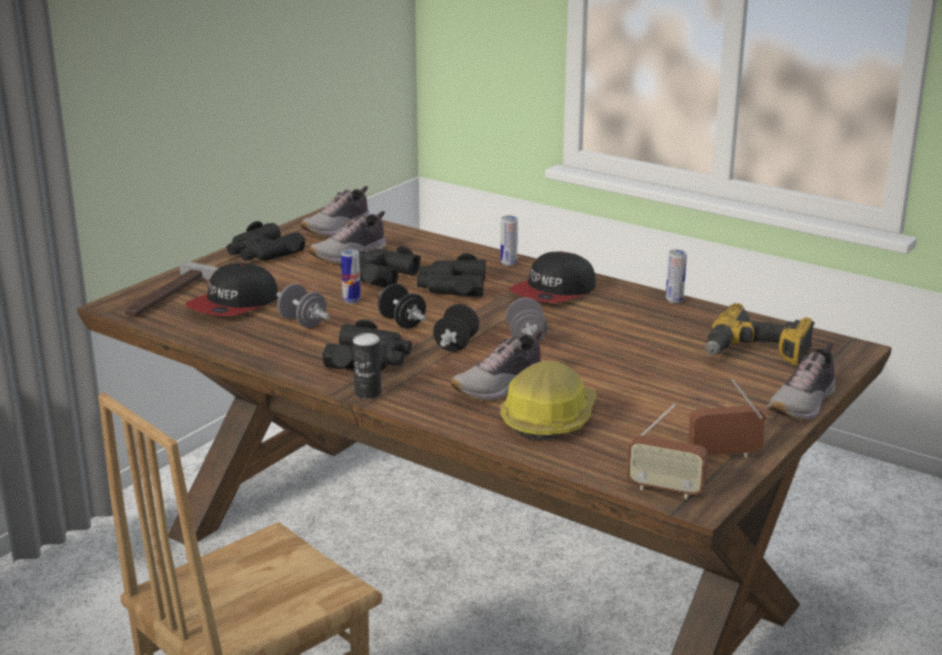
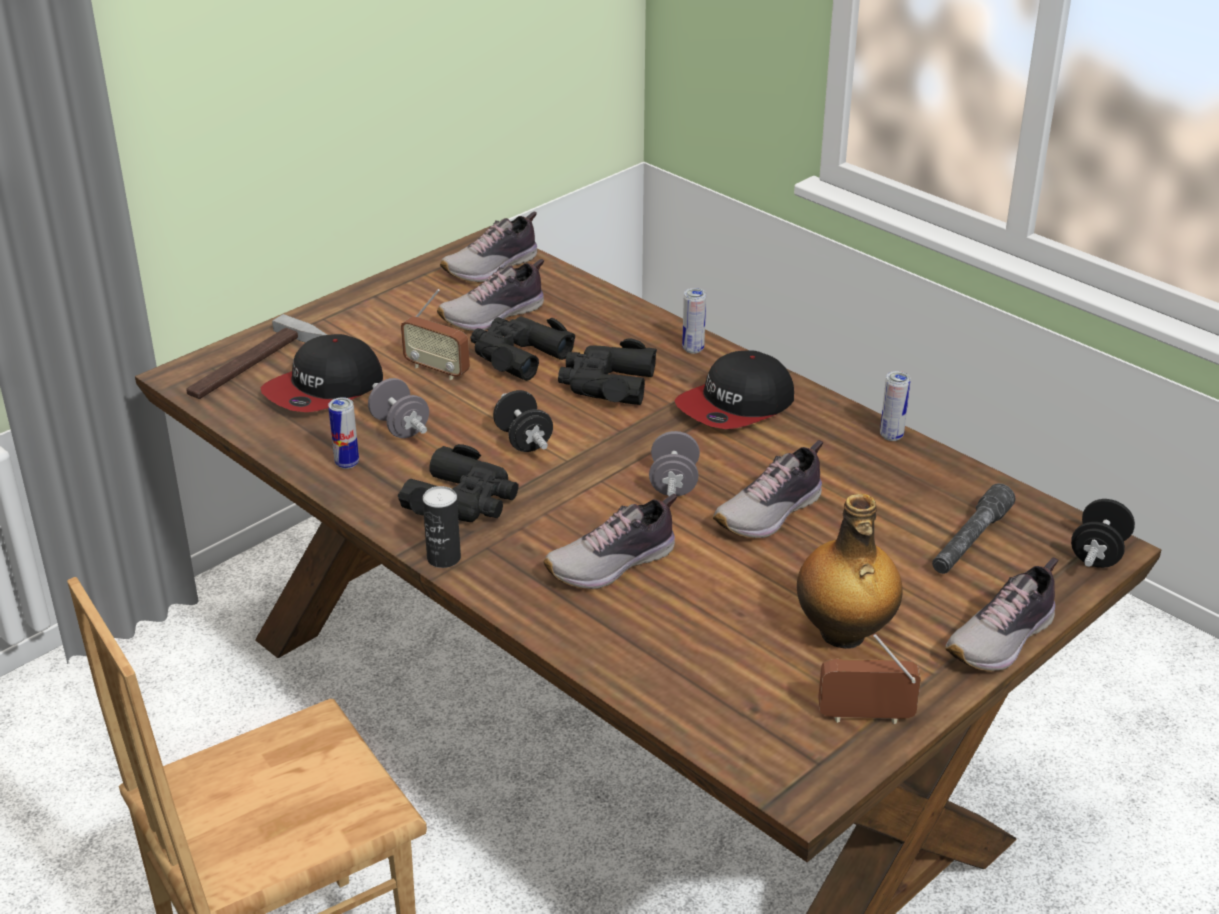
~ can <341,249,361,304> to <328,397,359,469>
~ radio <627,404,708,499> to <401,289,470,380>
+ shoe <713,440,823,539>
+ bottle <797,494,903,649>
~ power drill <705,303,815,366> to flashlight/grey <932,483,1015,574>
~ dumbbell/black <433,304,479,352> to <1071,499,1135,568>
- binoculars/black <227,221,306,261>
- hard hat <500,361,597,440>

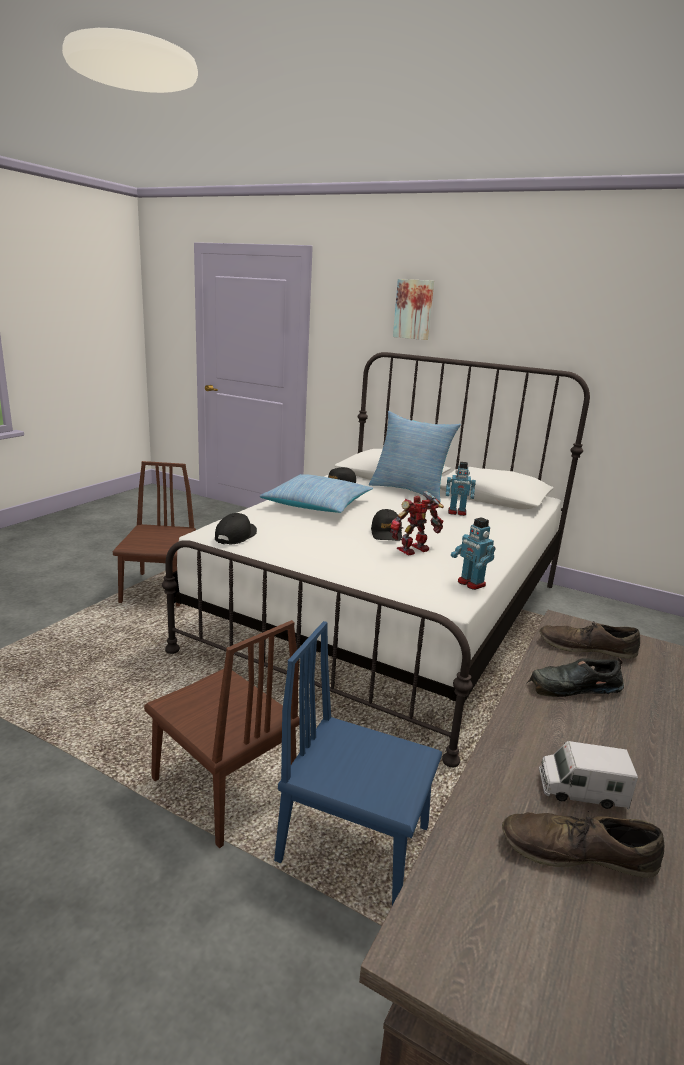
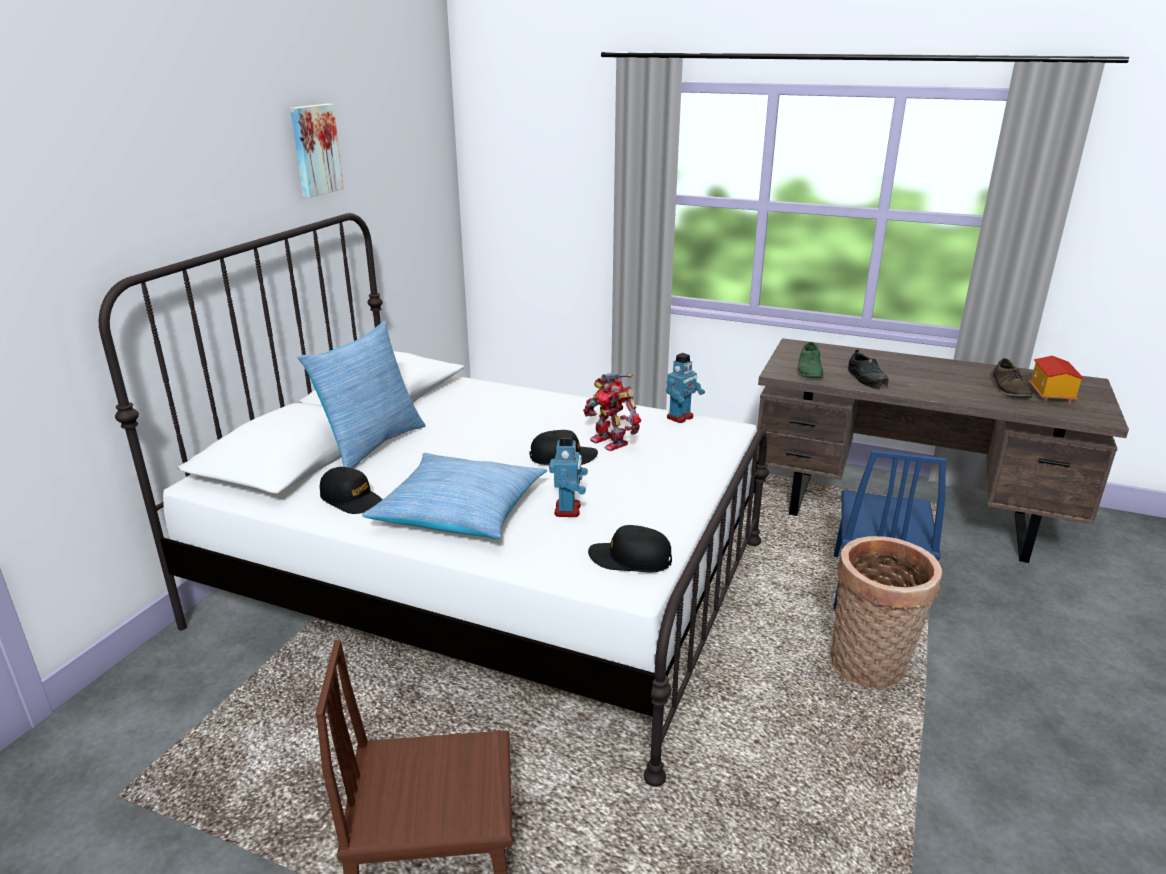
~ picture <393,279,434,340> to <290,104,344,198>
~ toy robot <446,462,476,516> to <549,433,588,517>
~ shoe/brown <539,622,640,659> to shoe/green <798,342,824,378>
~ chair/brown <144,620,300,848> to basket <830,536,943,689>
+ toy house <1029,356,1084,403>
- toy truck <539,741,638,810>

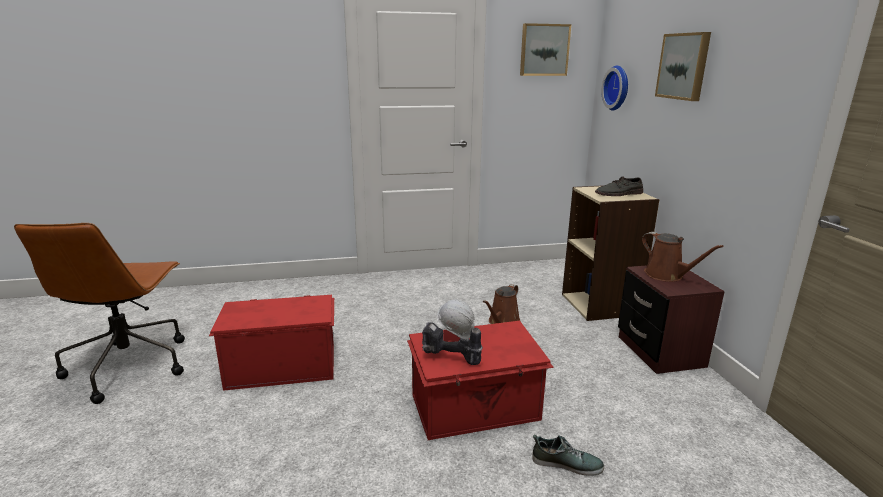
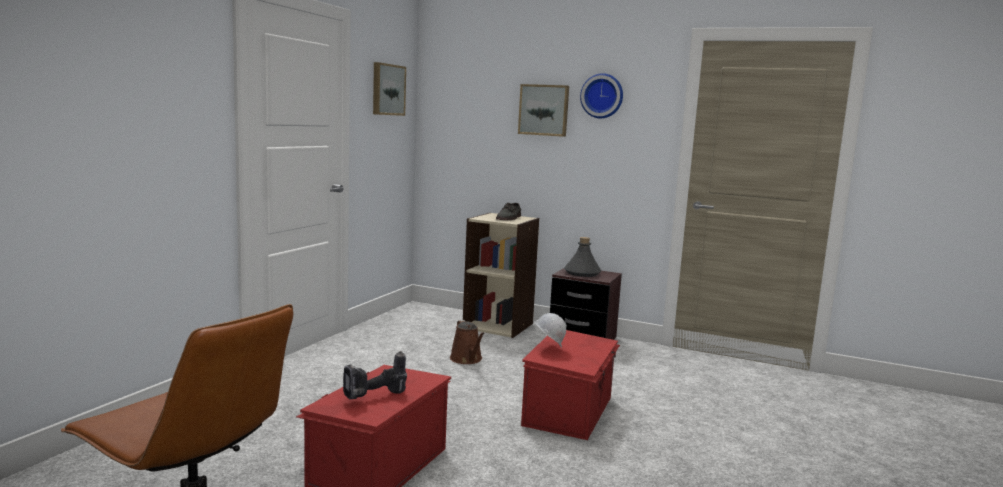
~ power drill <422,322,483,365> to <343,351,407,399>
~ watering can/brown <642,232,724,282> to bottle/grey <564,237,601,277>
~ wall clock <601,65,628,110> to <580,73,623,118>
- shoe <532,435,604,476>

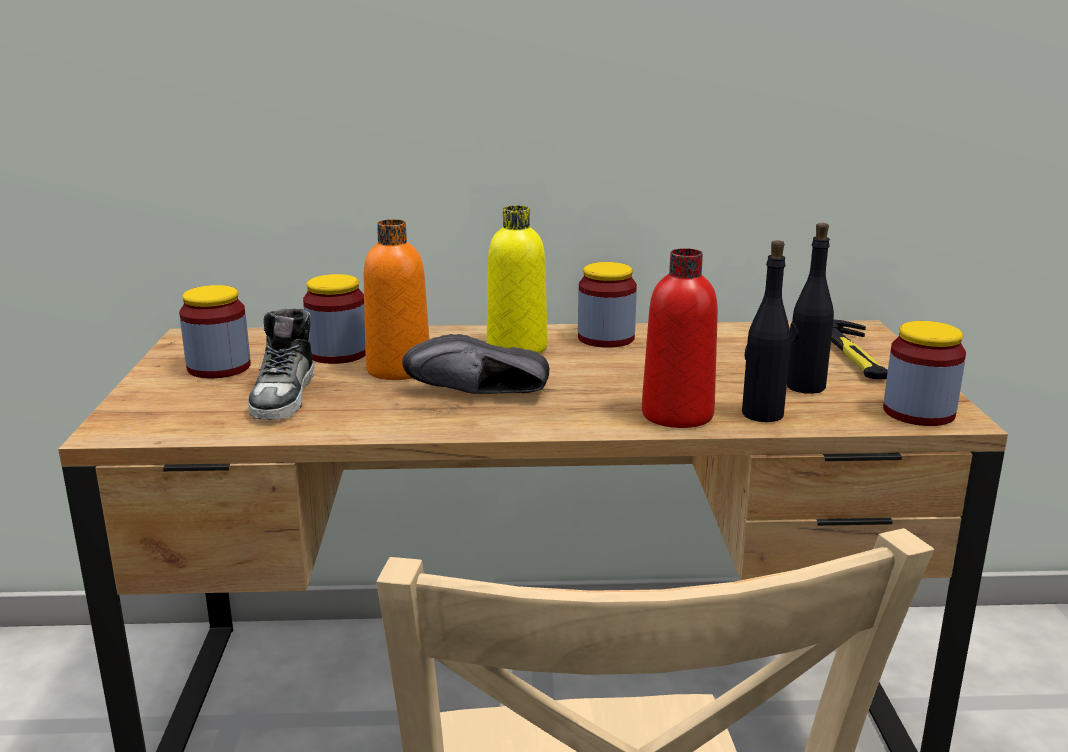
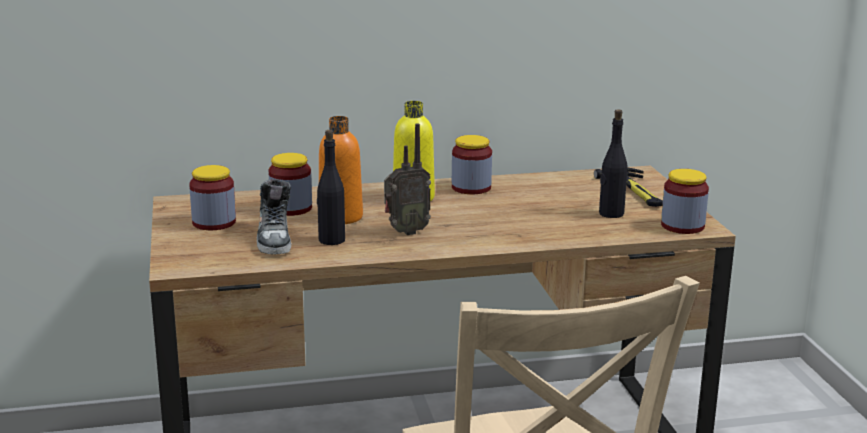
~ bottle/black <742,240,791,422> to <317,130,345,245>
~ shoe/black <402,334,549,394> to radio <384,123,431,235>
- bottle/red <642,248,718,428>

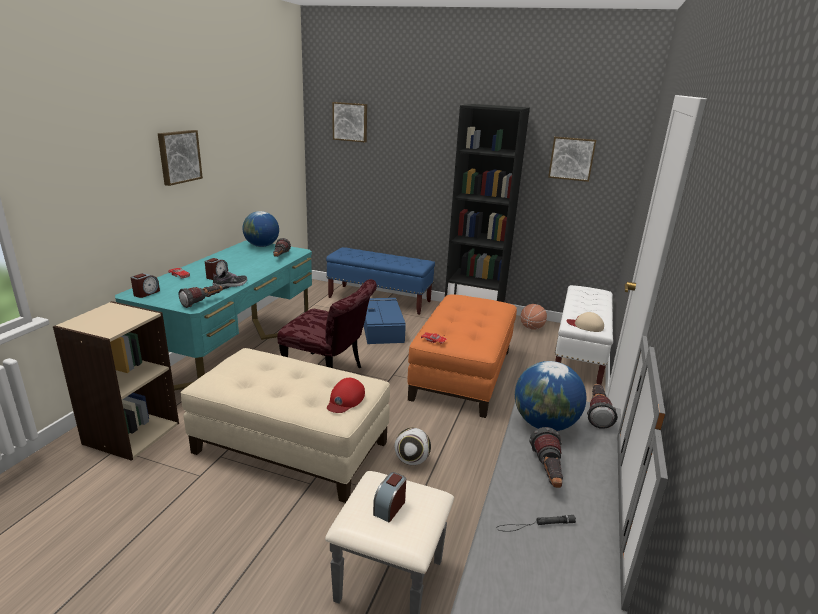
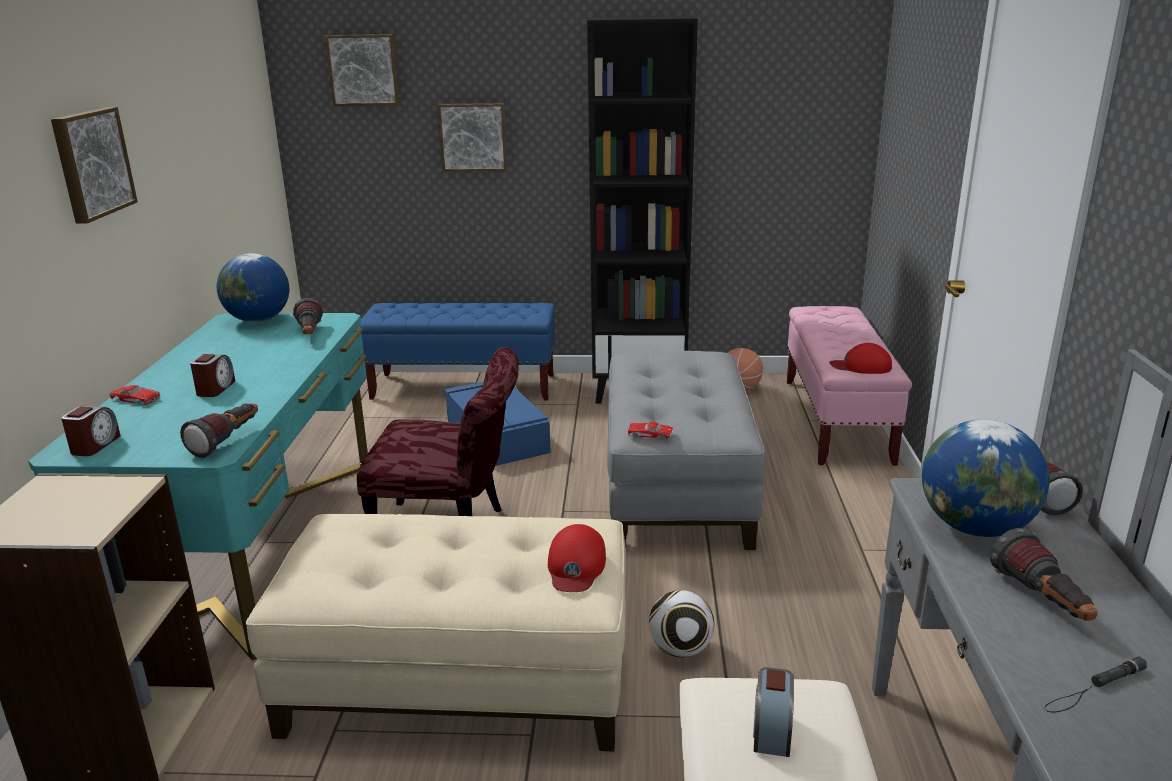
~ picture <548,136,596,182> to <438,103,508,172>
~ ottoman/orange <408,295,517,418> to ottoman/grey <607,351,765,550>
~ bench/white <555,285,613,385> to bench/pink <787,306,912,466>
~ cap/beige <566,312,604,332> to cap/red <829,343,892,374>
- shoe <212,270,247,289>

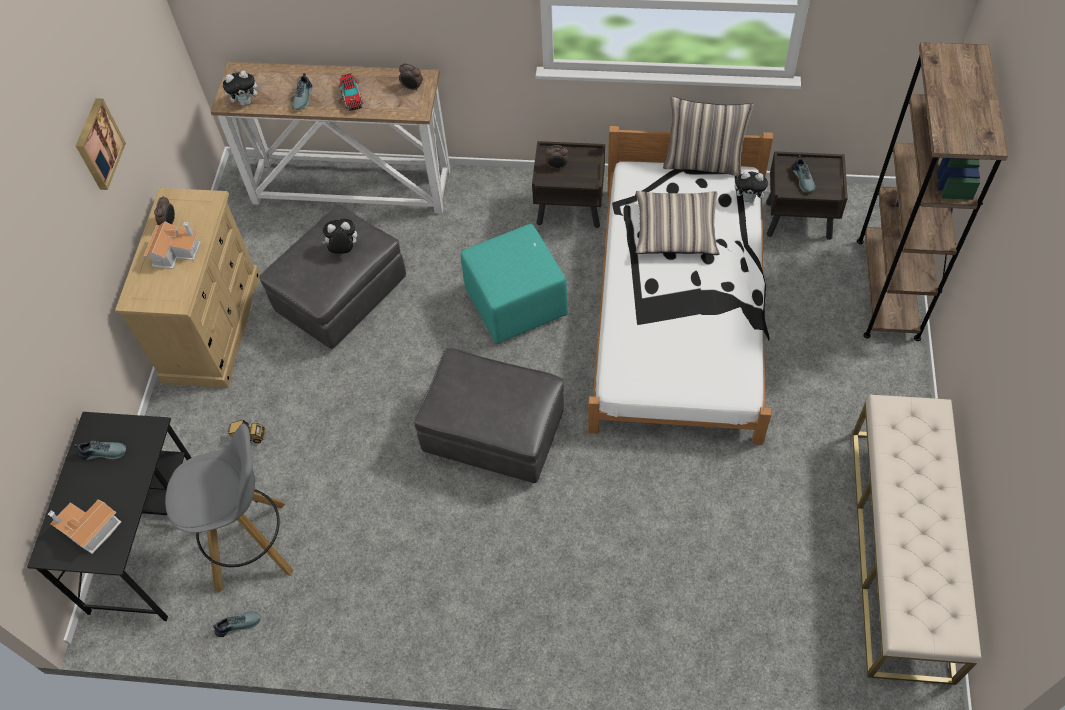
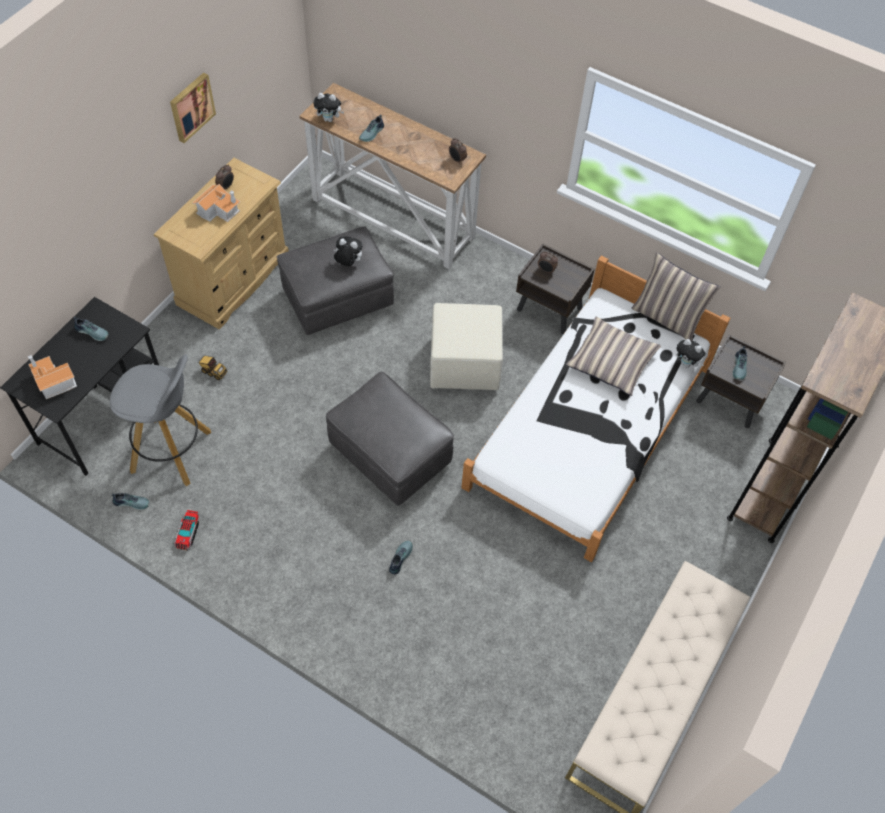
~ toy truck <339,73,363,111> to <175,510,199,551>
+ shoe <389,541,413,574>
~ ottoman/turquoise <460,224,568,344> to ottoman/beige <430,303,503,390>

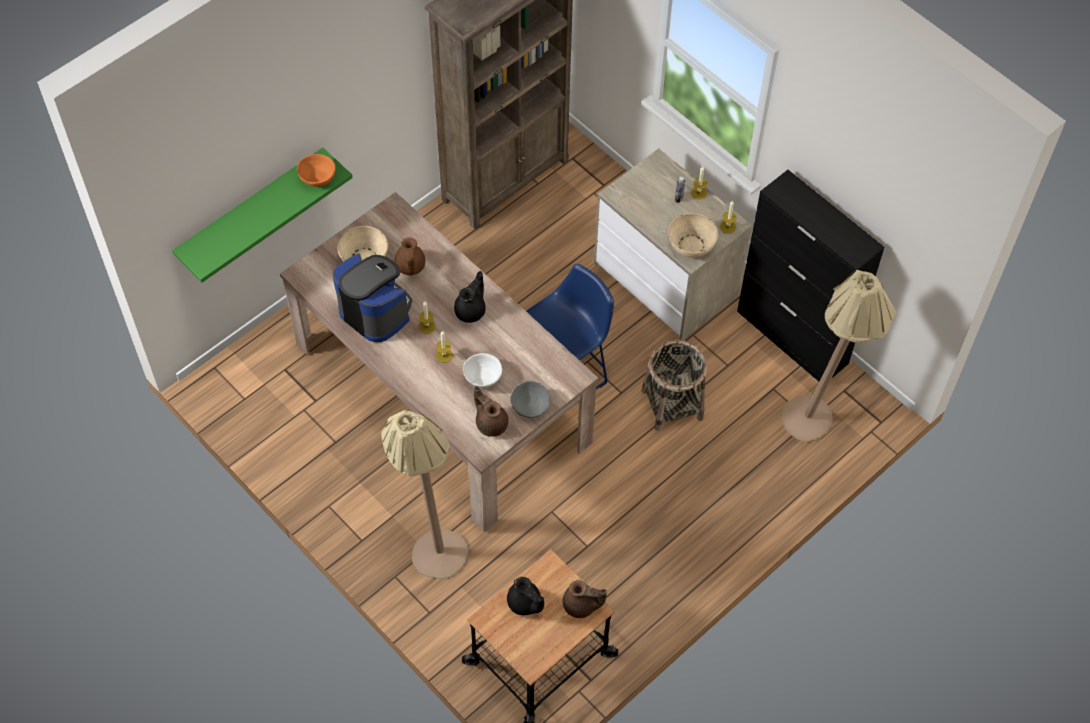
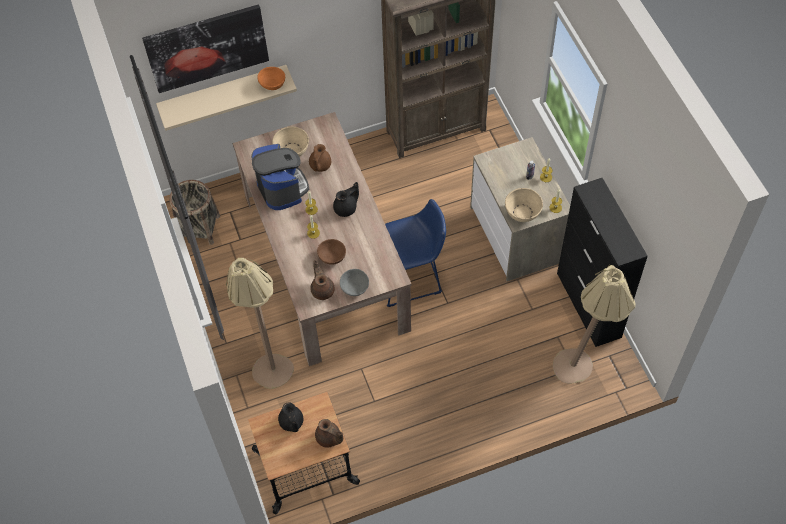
+ picture <142,4,269,93>
~ shelf/green <172,148,353,282> to shelf/beige <156,65,297,131>
~ basket <641,339,707,431> to <169,180,220,245>
~ bowl/white <463,353,502,388> to bowl/brown <317,239,346,265>

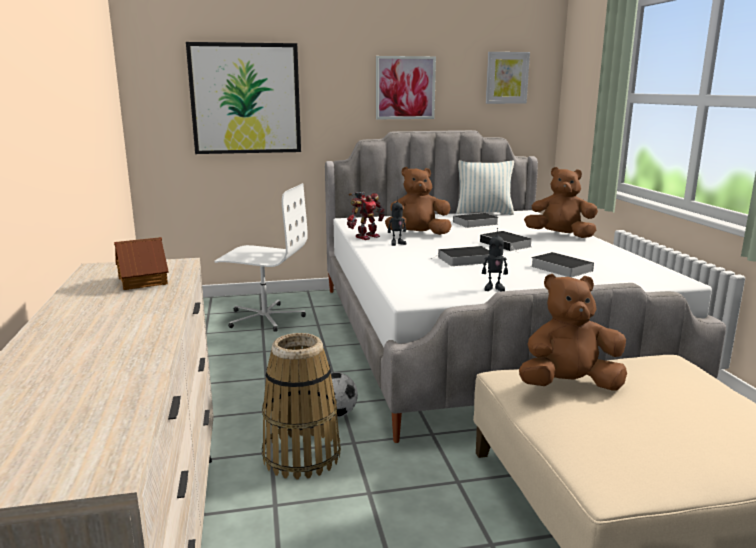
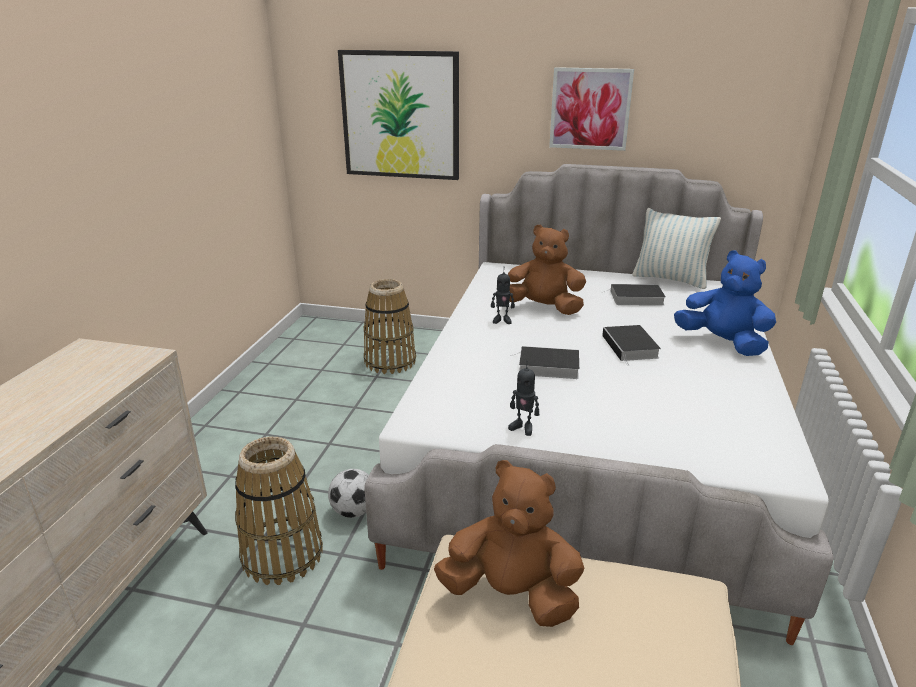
~ office chair/white <214,183,308,332> to basket <364,279,416,374>
~ plush toy/brown <524,167,598,238> to plush toy/blue <674,250,776,356>
- toy house <114,237,169,290>
- toy robot <347,192,385,240>
- picture <486,52,530,104>
- book <531,252,594,278>

